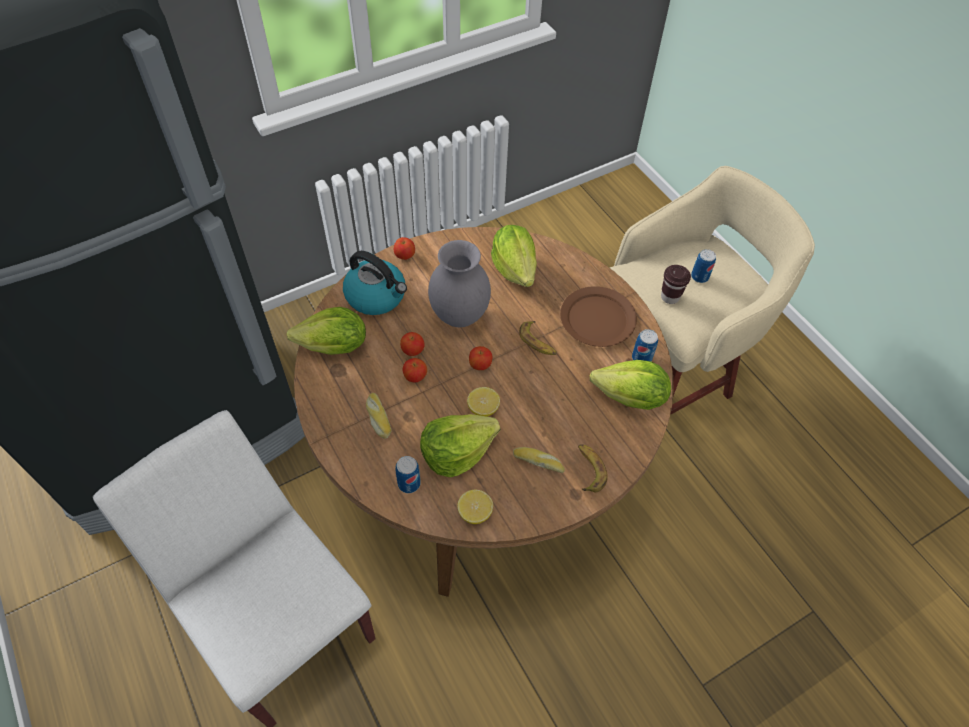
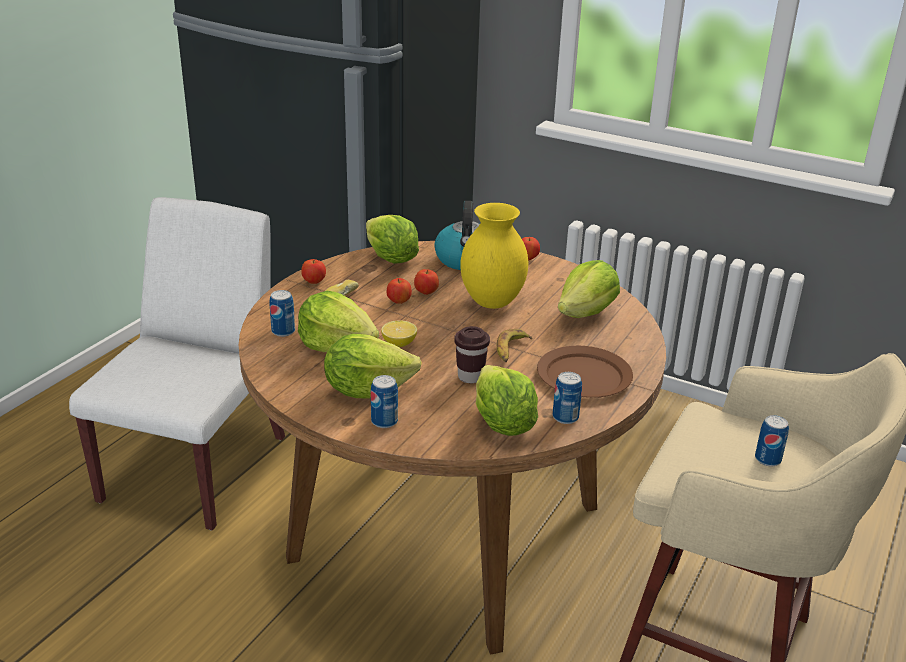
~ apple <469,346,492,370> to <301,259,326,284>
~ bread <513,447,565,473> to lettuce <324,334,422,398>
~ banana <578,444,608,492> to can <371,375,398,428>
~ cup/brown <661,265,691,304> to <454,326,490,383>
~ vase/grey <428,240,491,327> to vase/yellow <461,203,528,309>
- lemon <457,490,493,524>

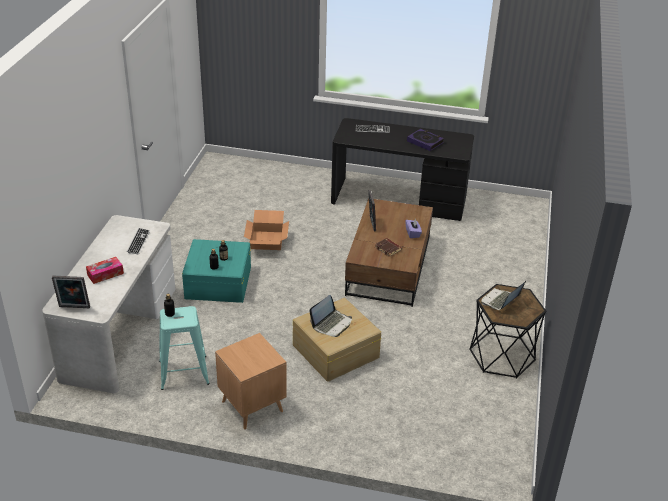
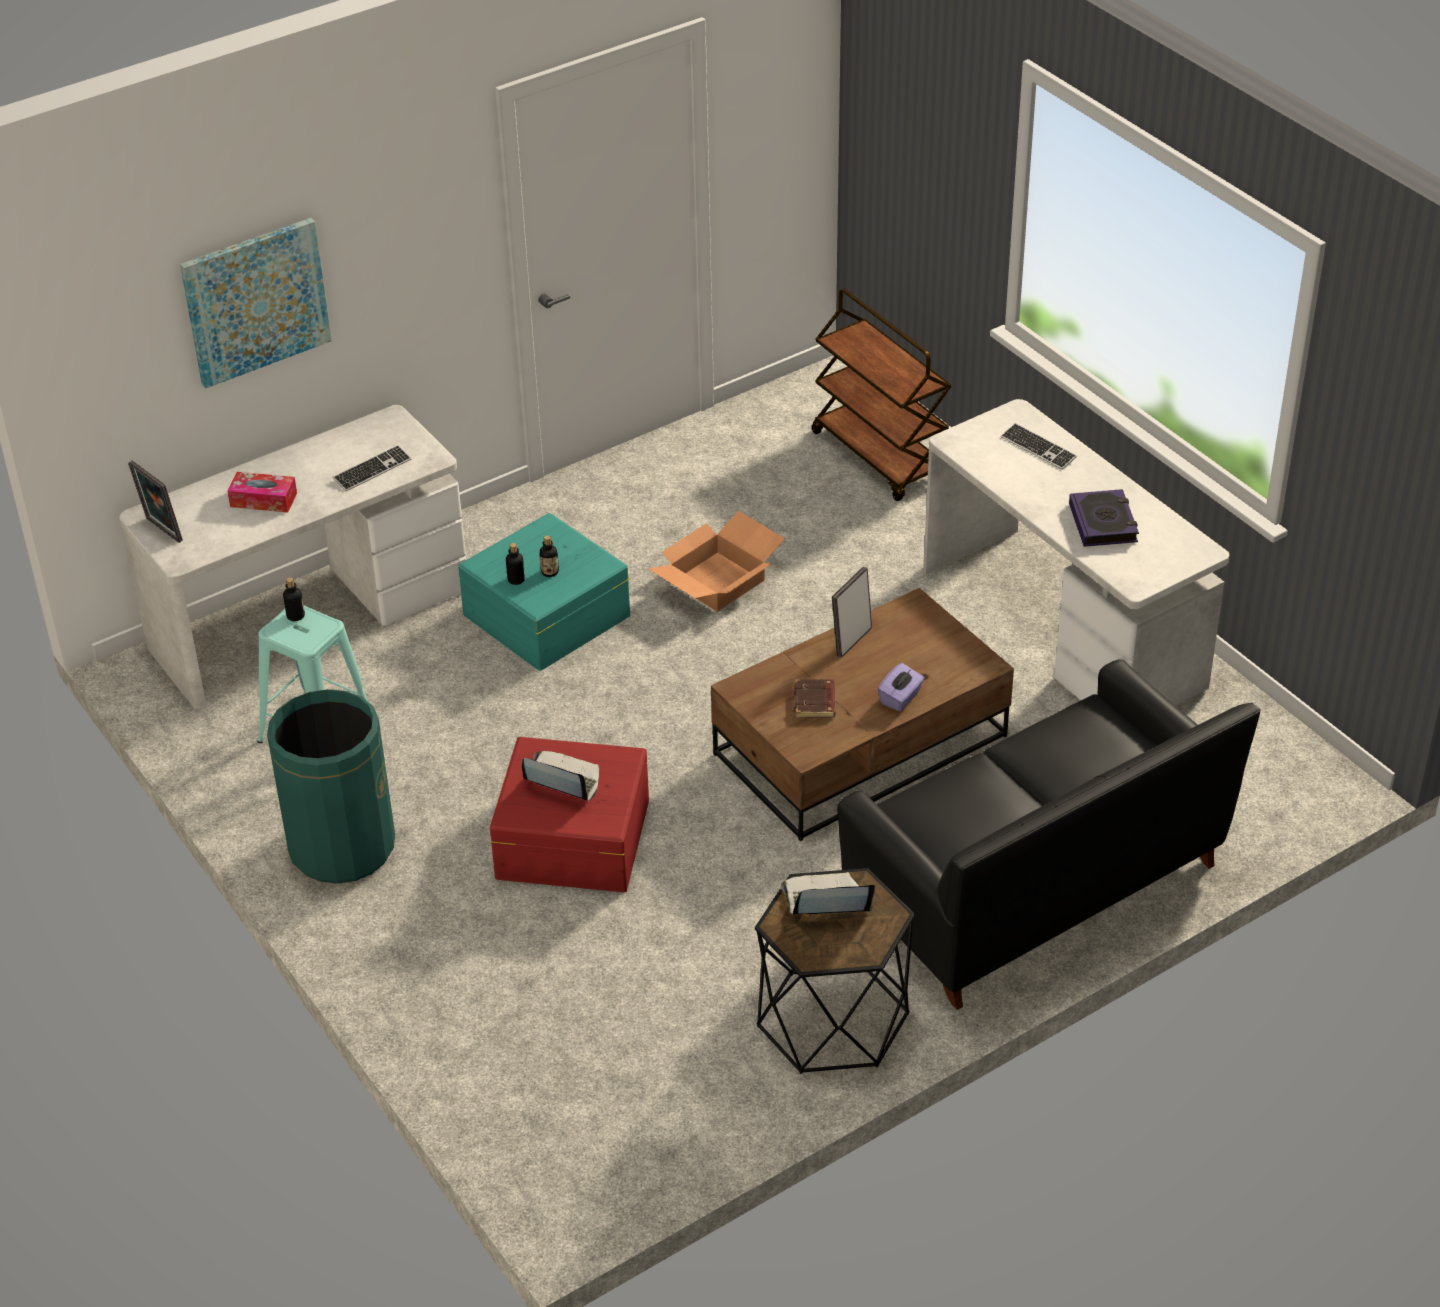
+ picture <180,218,332,389>
~ side table/brown <215,333,287,430> to trash can/green <267,689,395,884>
~ storage box/beige <293,298,381,382> to storage box/red <490,737,649,892>
~ laptop <309,295,352,337> = <522,751,599,802> 150 degrees counterclockwise
+ cart/brown <812,289,952,501>
+ sofa/black <837,659,1260,1010>
~ desk/black <331,118,474,221> to desk/white <923,399,1229,706>

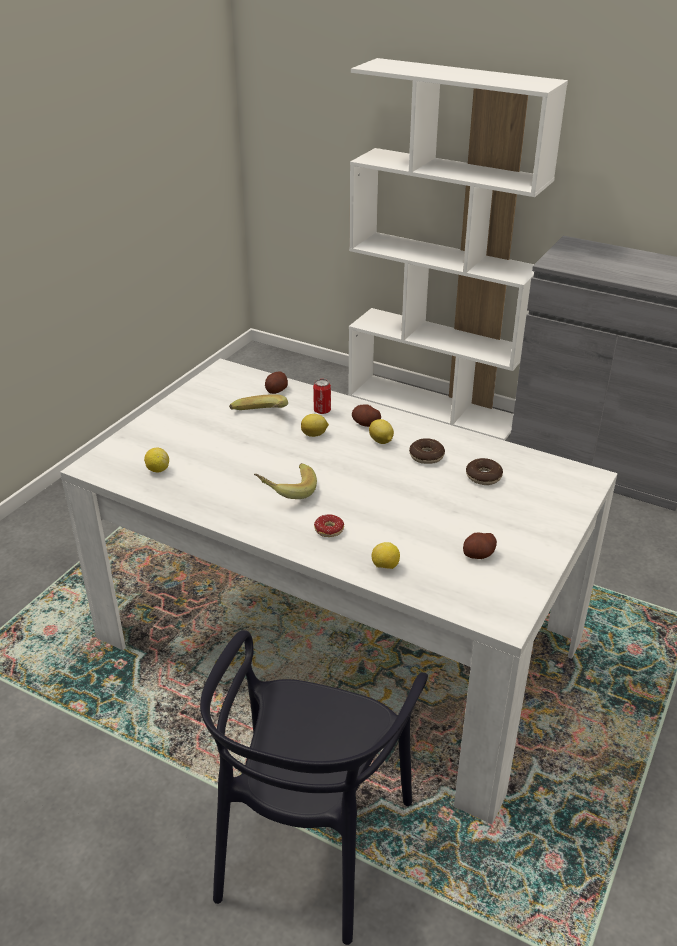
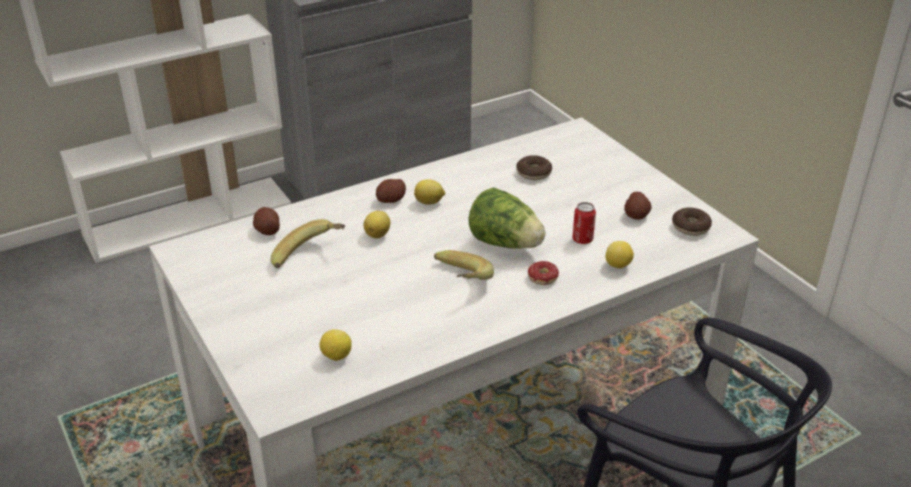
+ lettuce <468,187,545,249>
~ can <313,379,331,414> to <572,202,596,244>
~ donut <409,438,445,464> to <672,207,712,236>

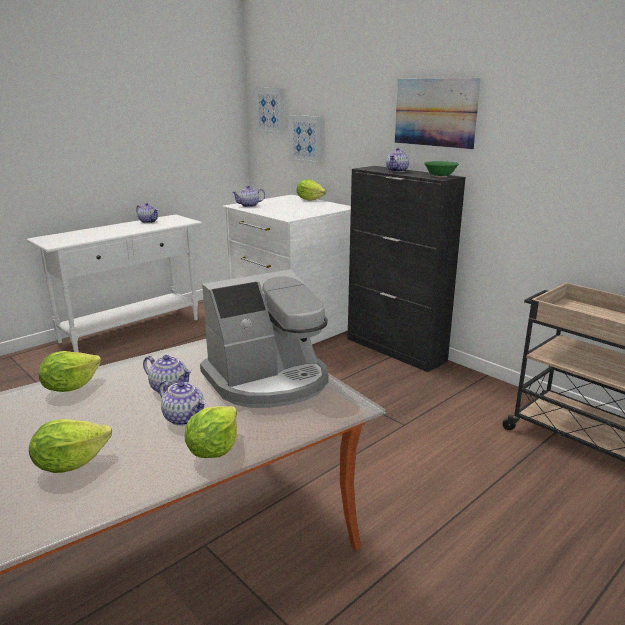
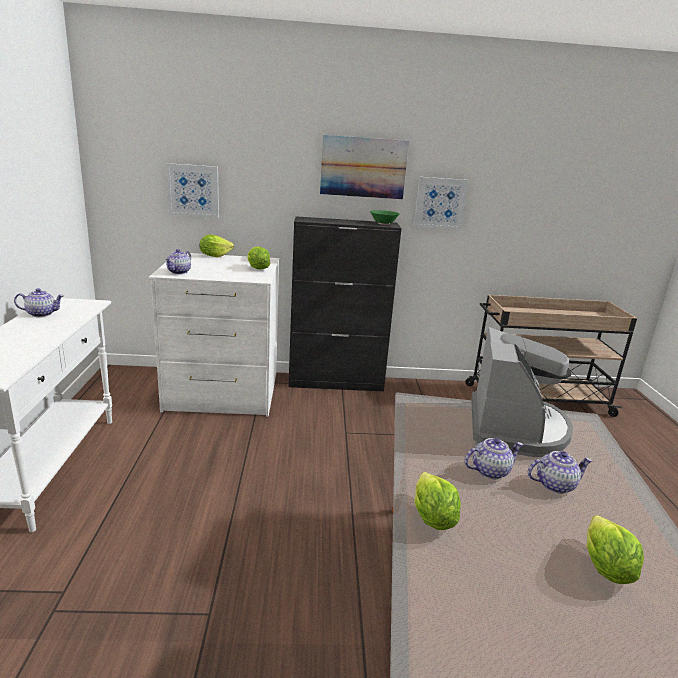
~ lettuce <185,406,237,458> to <247,246,270,270>
~ picture <254,88,285,134> to <414,177,469,230>
- teapot <386,148,409,172>

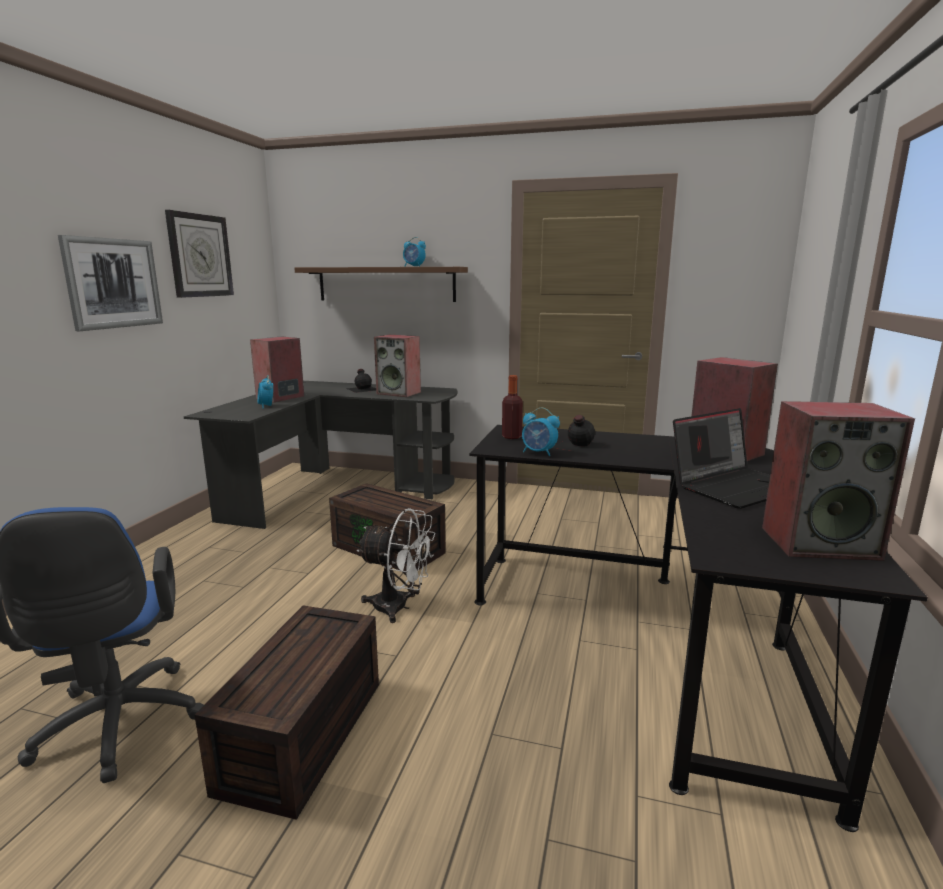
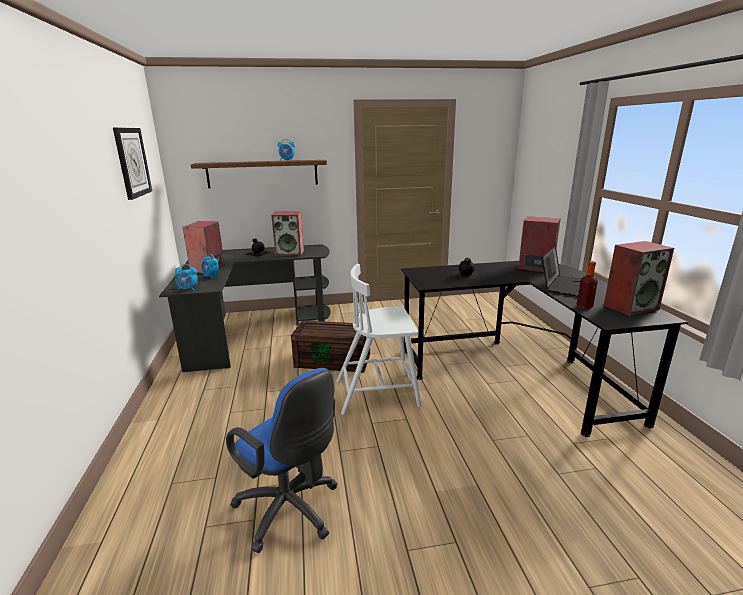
~ alarm clock <522,407,560,456> to <175,264,198,291>
~ fan/white <356,508,436,623> to chair/white <336,264,421,415>
~ bottle <502,375,523,439> to <577,261,598,309>
- picture <58,235,163,331>
- storage box/brown <195,606,379,820>

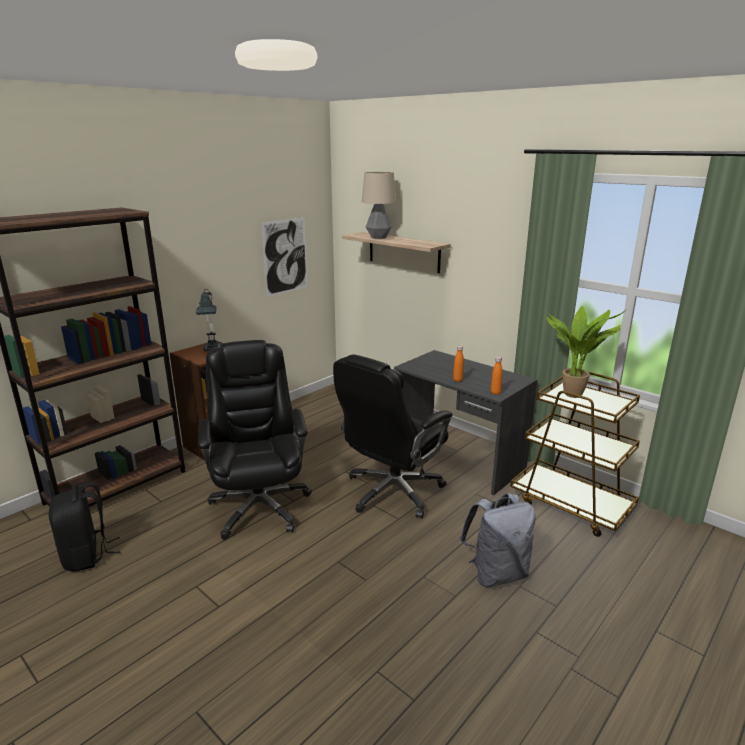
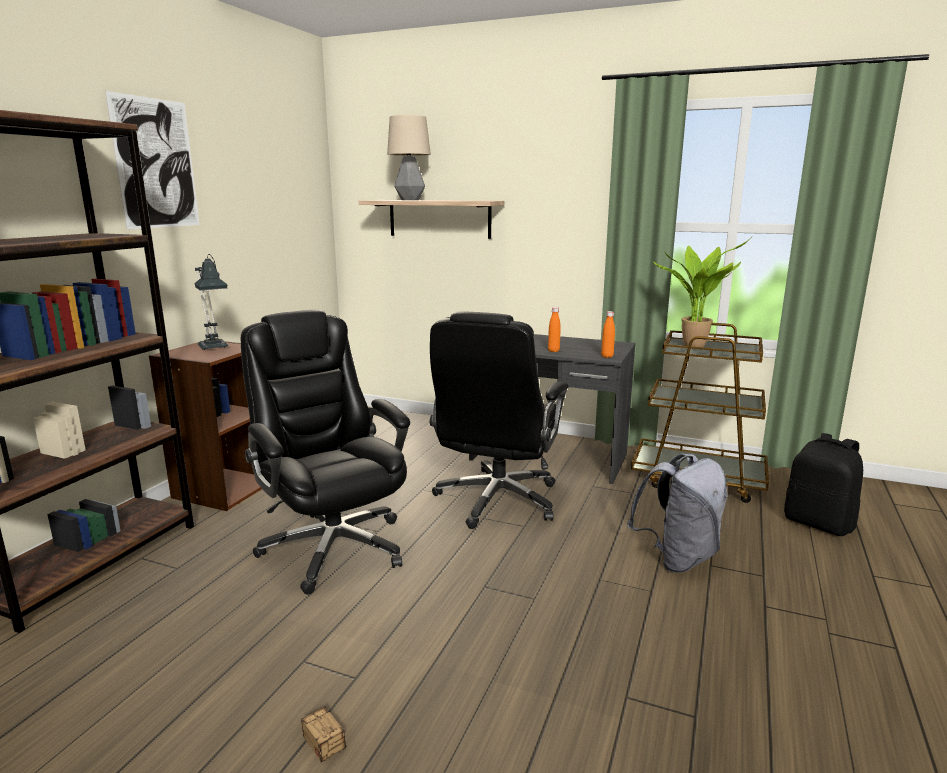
~ picture <261,217,307,296> to <105,91,199,230>
+ storage box <301,706,370,762>
~ backpack/black <49,482,121,571> to <784,433,863,536>

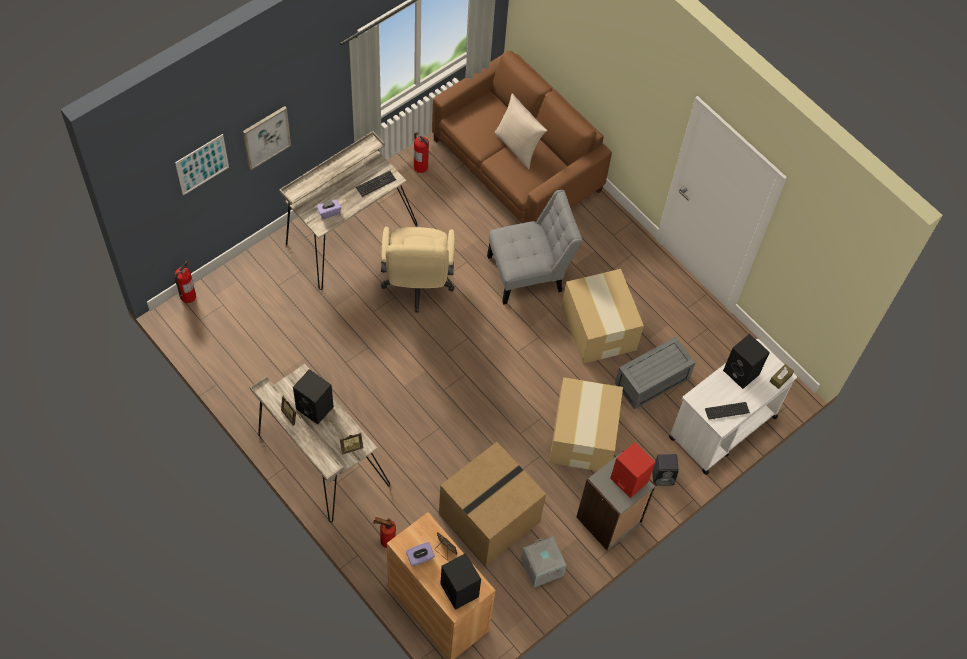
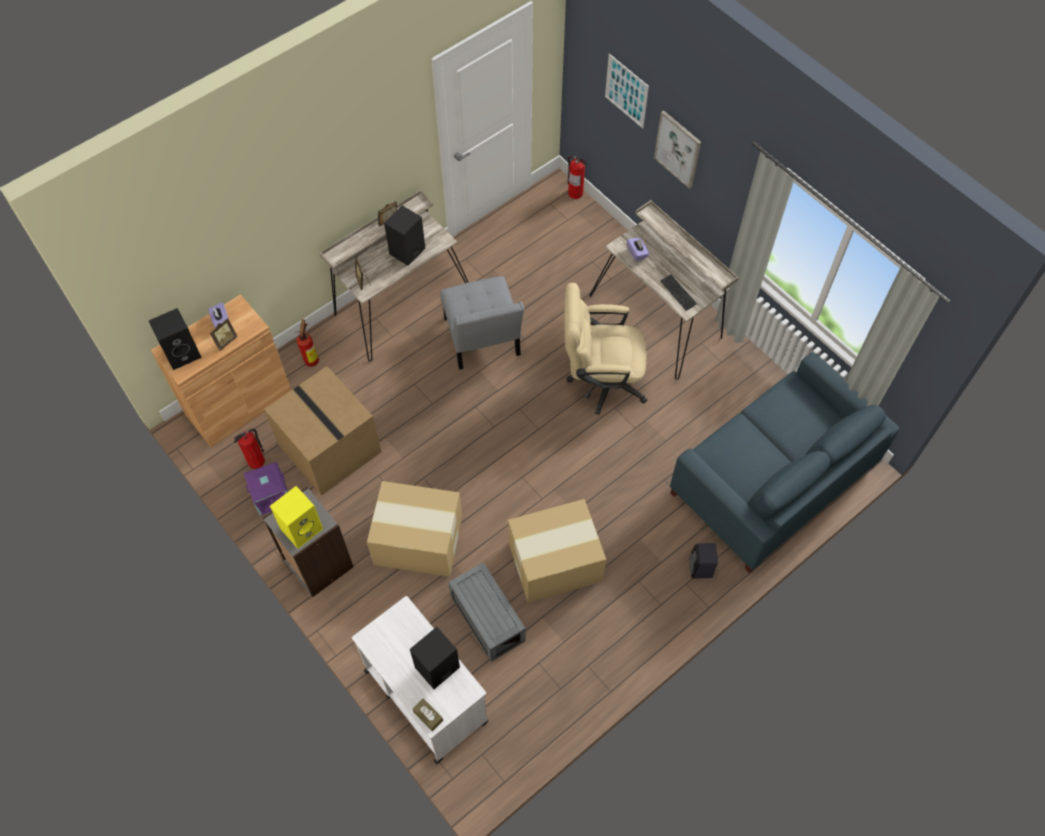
~ fire extinguisher <414,132,429,173> to <234,429,265,469>
~ storage box/grey <521,536,566,587> to storage box/purple <244,462,288,516>
~ speaker/red <610,442,655,498> to speaker/yellow <270,486,323,549>
~ chair/grey <487,190,583,305> to <440,276,524,370>
~ sofa/brown <432,51,612,223> to sofa/blue <670,352,900,573>
~ speaker/black <652,454,679,486> to <689,543,718,579>
- pillow/beige <494,94,547,170>
- keyboard <705,402,750,420>

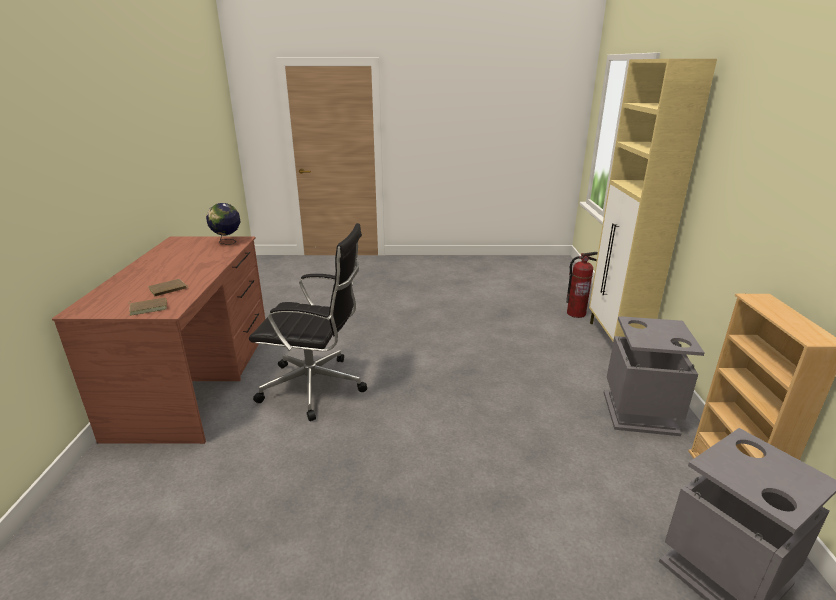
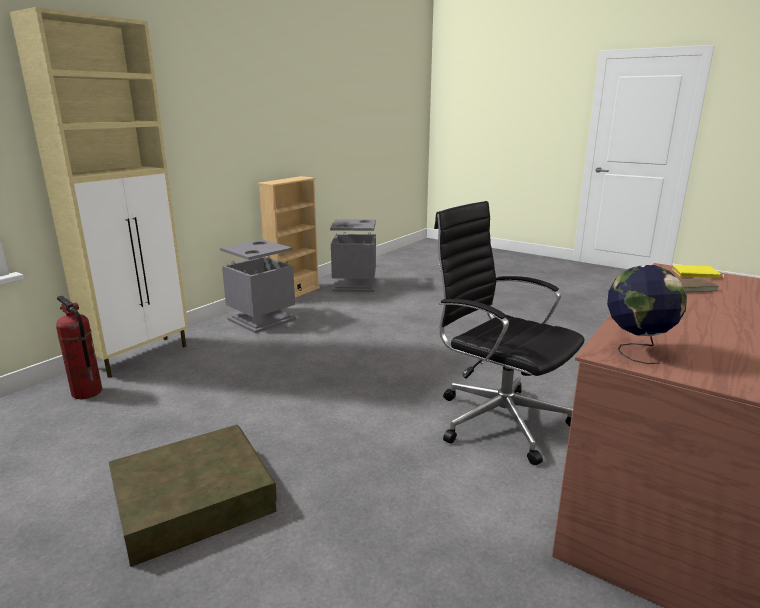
+ storage box/brown <108,425,277,567>
~ book/brown <128,298,167,316> to book/yellow <672,265,724,278>

